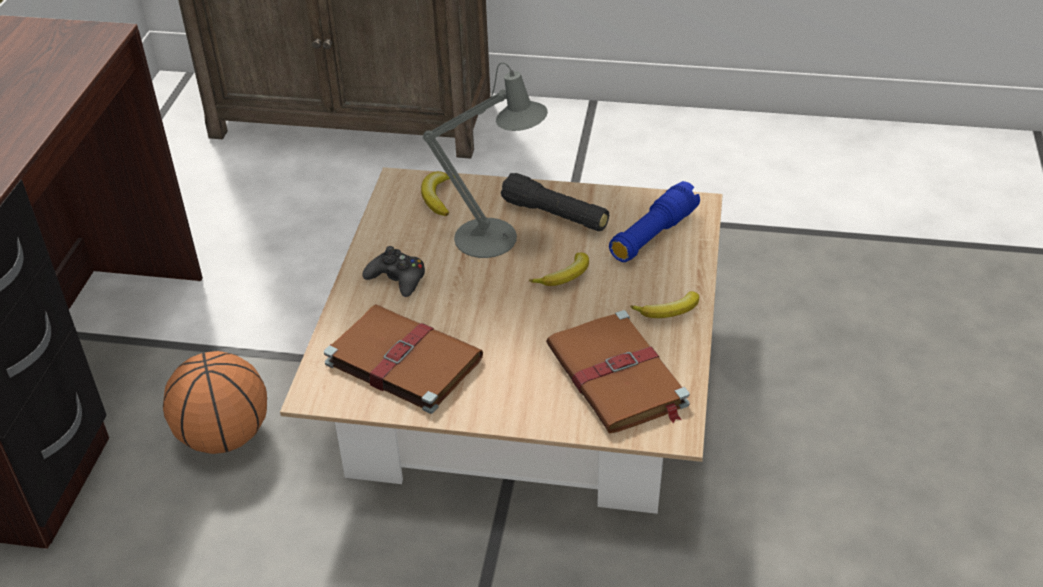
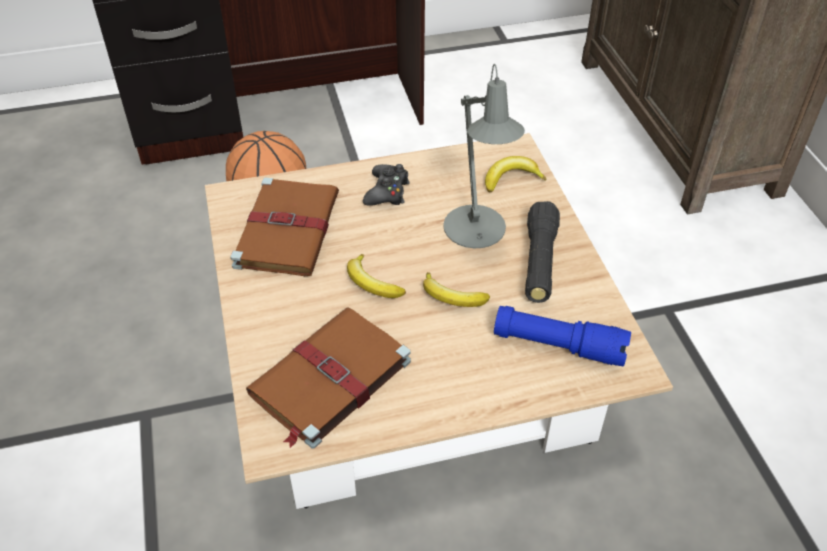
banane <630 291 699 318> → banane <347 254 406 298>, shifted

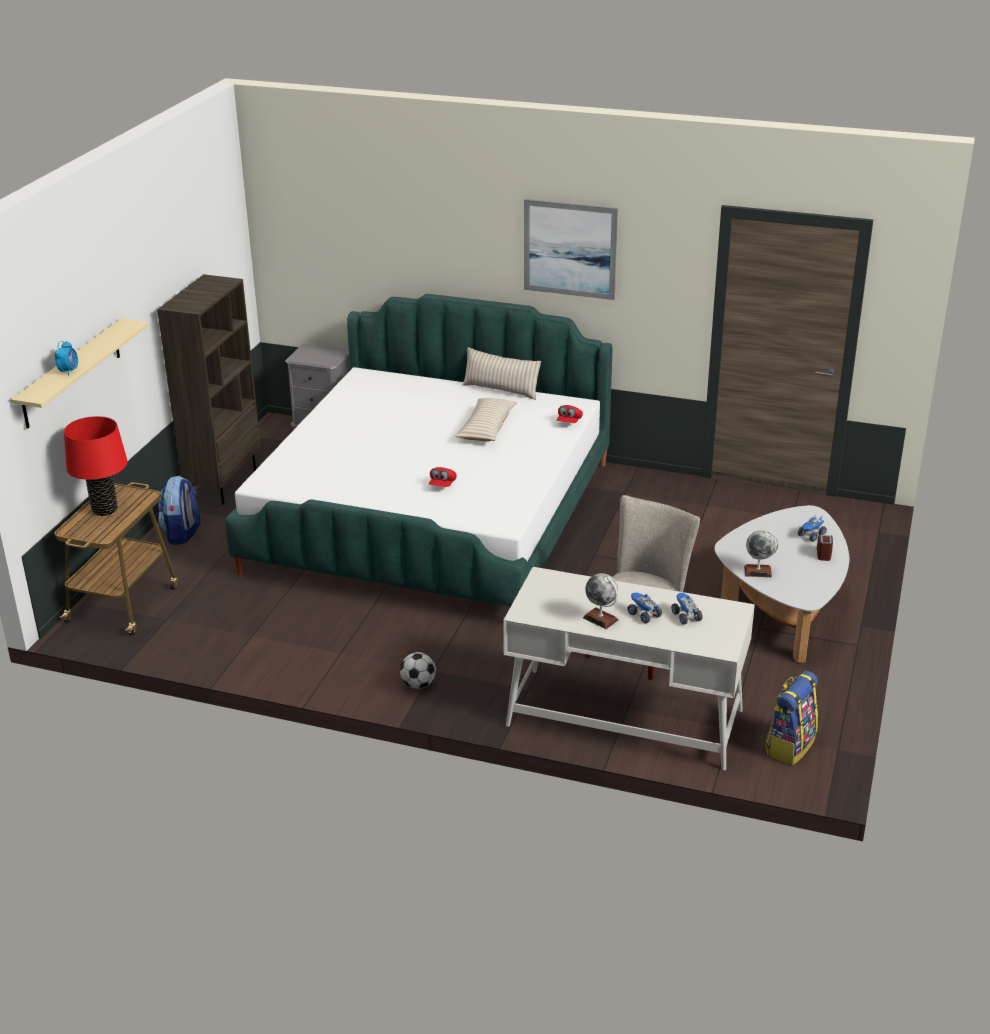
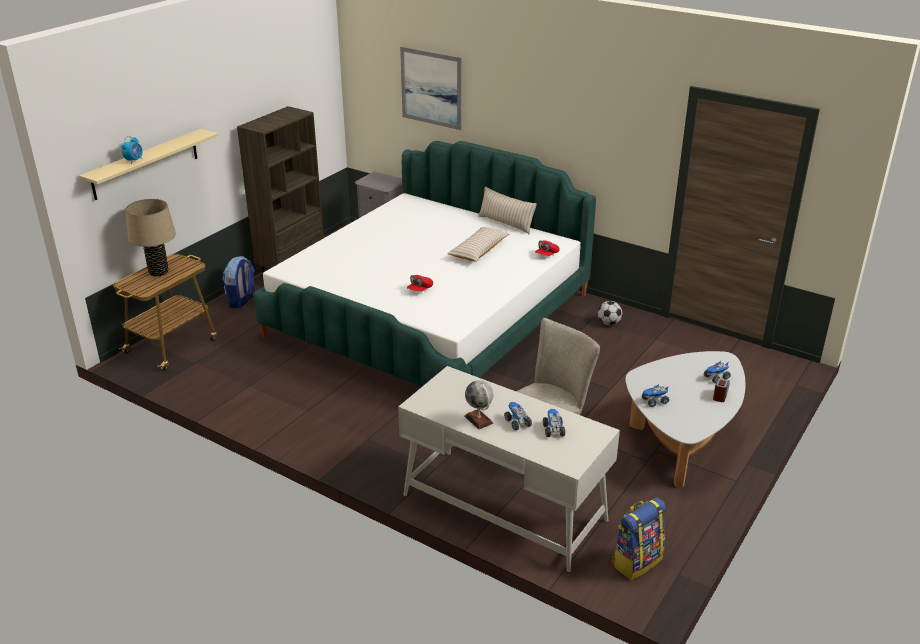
lampe de table [rouge] <64 416 128 516> → lampe de table [beige] <126 199 176 276>
ballon de foot <400 652 436 689> → ballon de foot <598 301 622 325>, shifted
tableau <524 199 618 300> → tableau <400 46 462 130>, shifted
globe <744 530 778 577> → camion jouet <642 384 669 407>

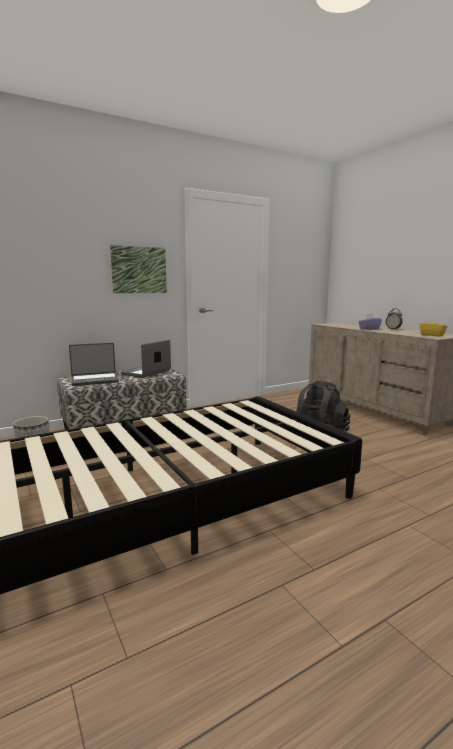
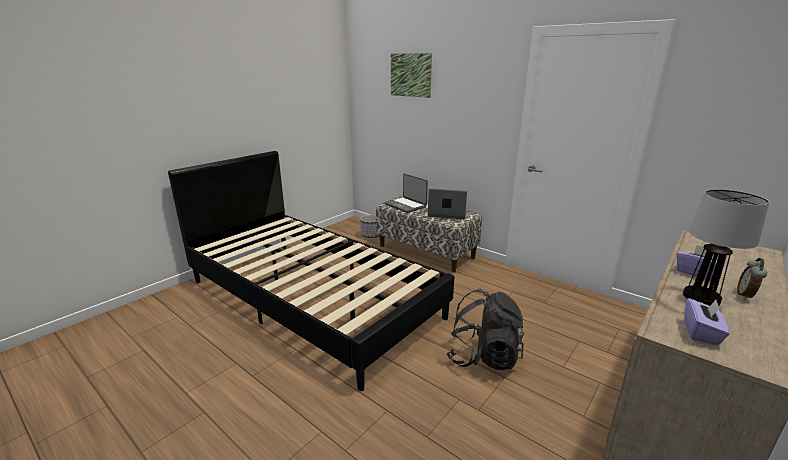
tableau <110 245 167 293> → tableau <391 53 432 98>, shifted
boîte à mouchoirs [jaune] <420 317 447 336> → boîte à mouchoirs [violet] <684 298 730 345>
- → lampe de table <683 189 769 306>

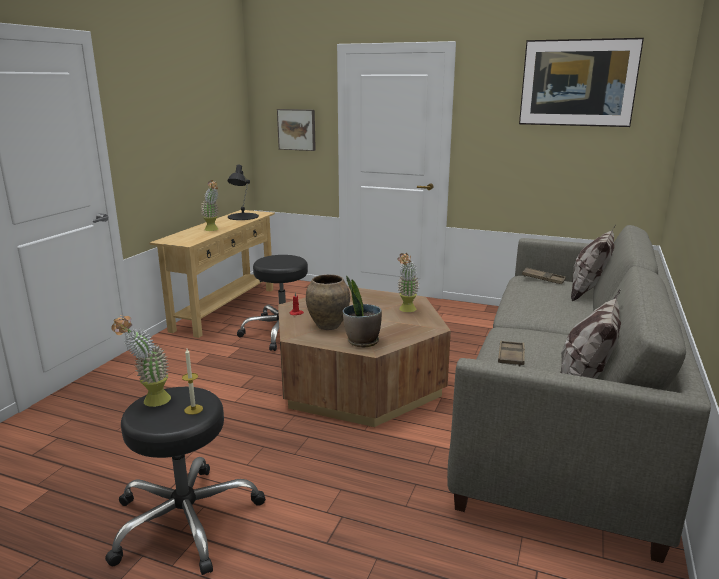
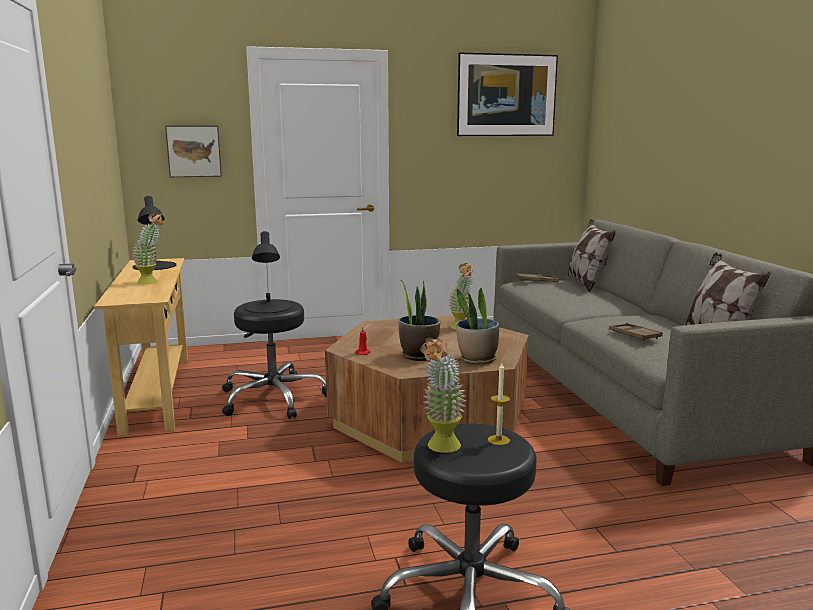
vase [marron] <306 274 350 330> → plante en pot <398 279 440 361>
- → lampe de table [noir] <246 231 292 314>

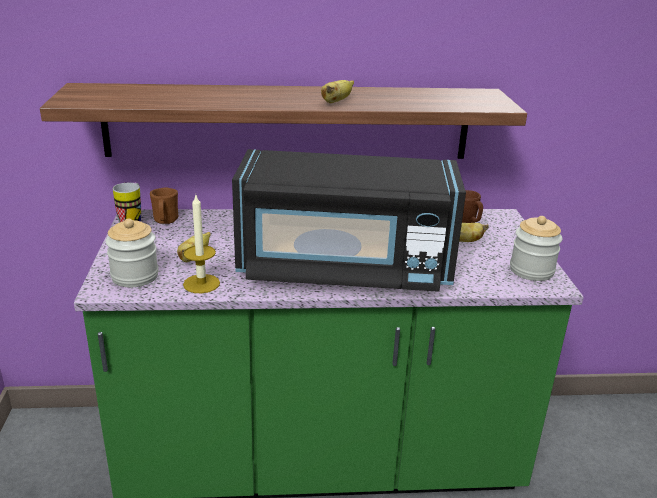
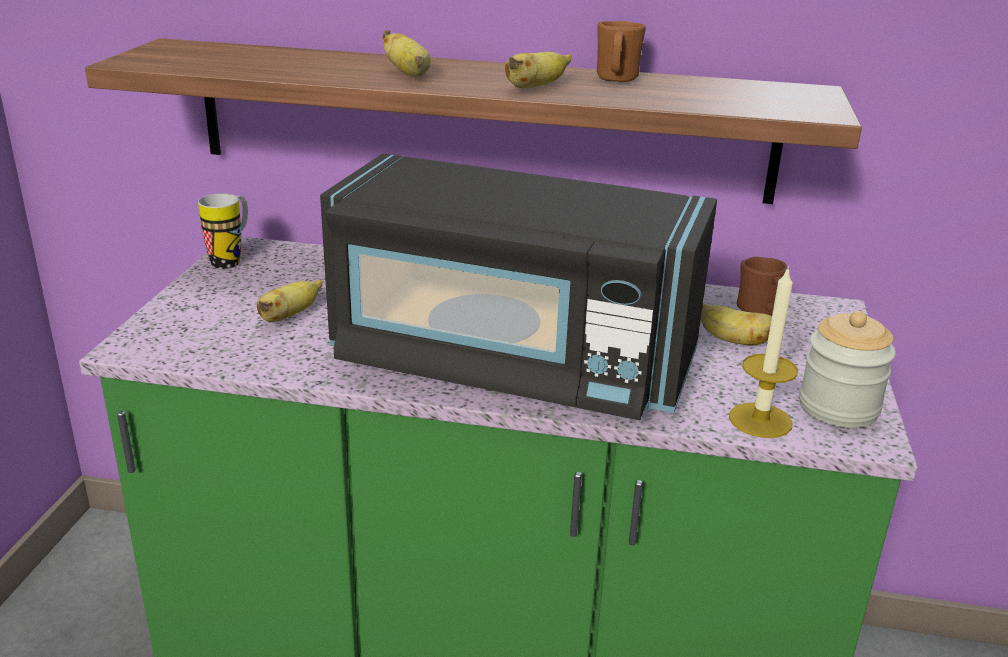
bocal <106 219 159 287> → -
mug [marron] <150 187 178 224> → mug [marron] <597 21 646 82>, shifted
bougie <183 195 220 293> → bougie <729 266 798 438>, shifted
- → banane <382 30 431 77>

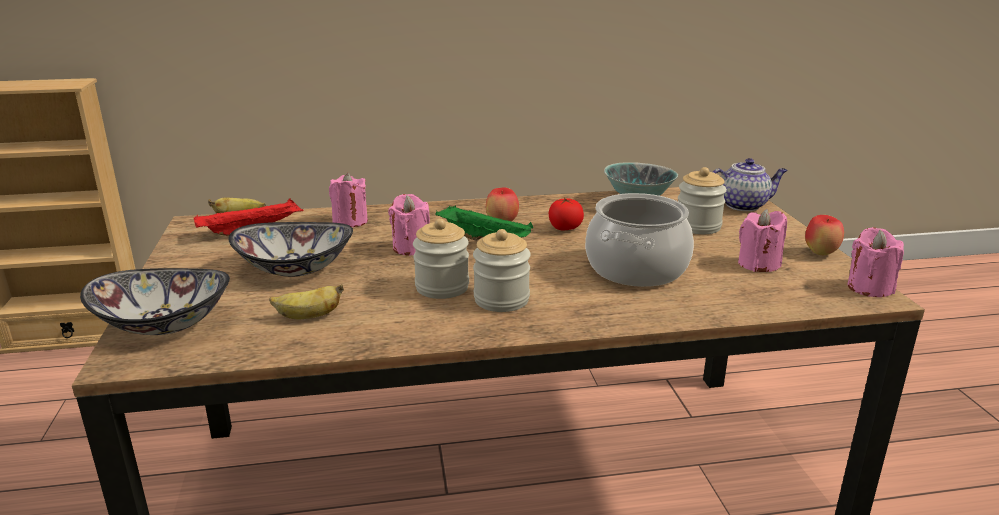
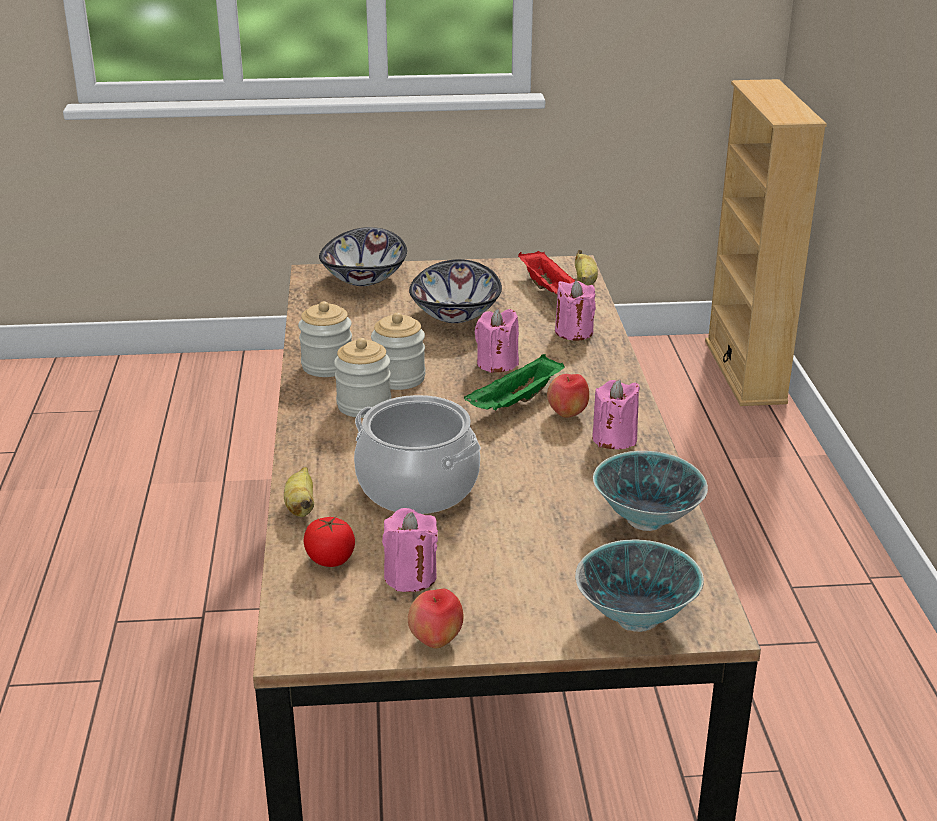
banane <269 284 344 319> → banane <284 467 314 517>, shifted
tomate <549 198 584 230> → tomate <303 517 355 567>, shifted
bocal <678 167 727 234> → bocal <298 301 352 377>, shifted
théière <713 158 788 211> → bol <575 539 704 632>
bougie [rose] <847 227 904 297> → bougie [rose] <592 379 640 449>, shifted

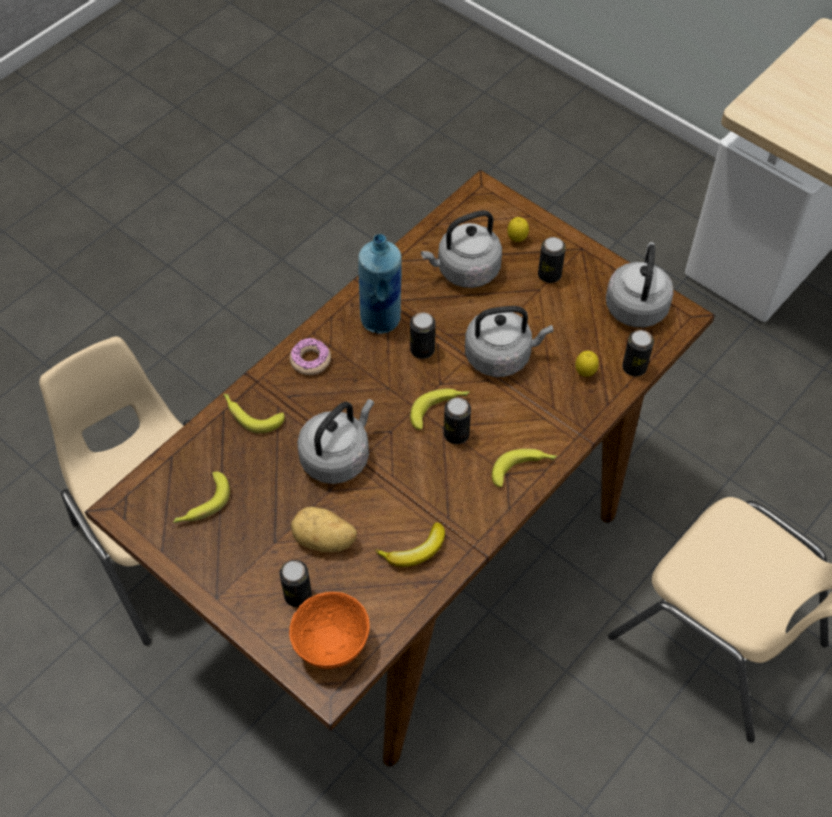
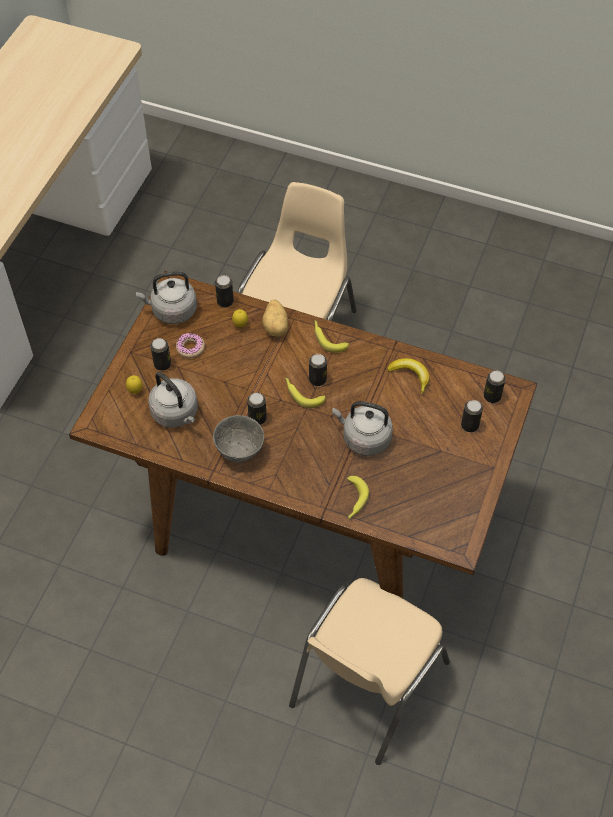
banane <173 472 230 523> → -
bol [orange] <289 592 370 669> → boîte métallique <484 371 506 403>
beignet <290 338 331 375> → beignet <176 333 205 358>, shifted
pomme de terre <291 507 357 552> → pomme de terre <262 299 288 336>, shifted
bouteille [bleu] <358 234 402 334> → bol [gris] <213 415 264 463>
bouilloire [gris] <465 306 554 377> → -

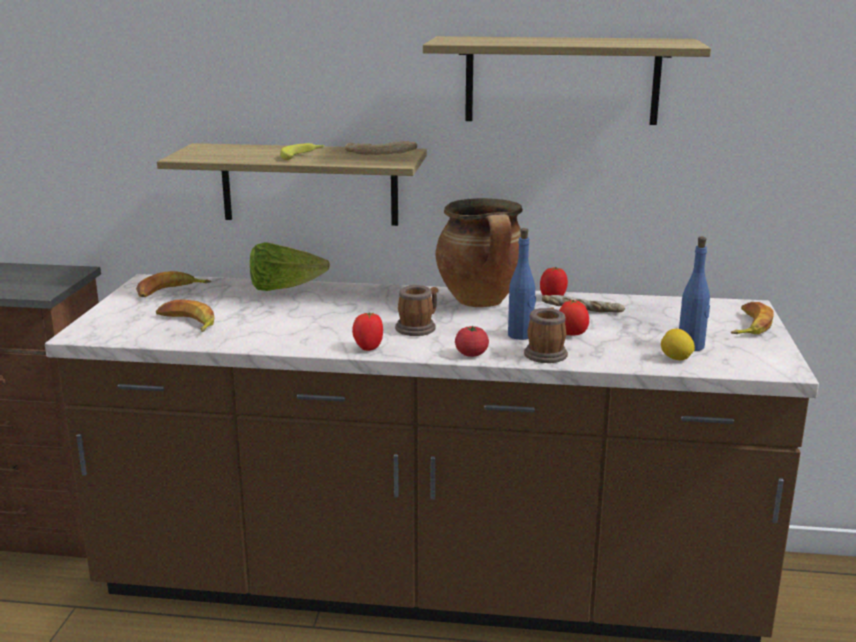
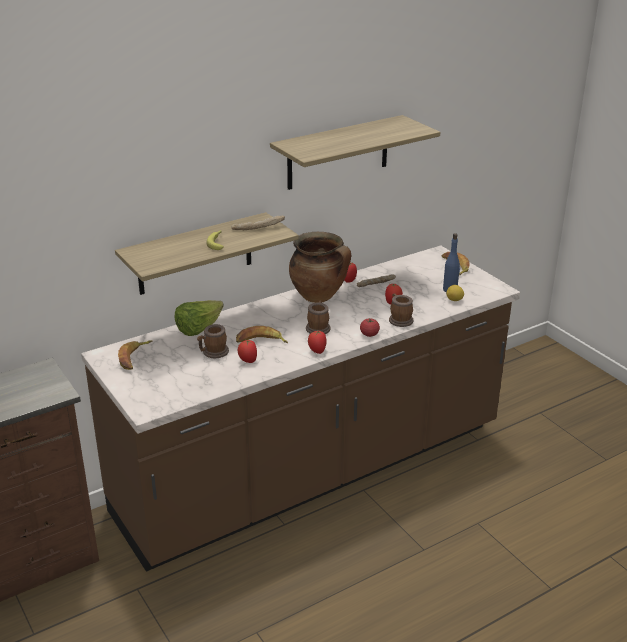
banane <156 300 215 332> → banane <236 326 288 343>, shifted
bouteille [bleu] <508 228 536 340> → -
- → mug <197 324 229 358>
- → tomate <238 340 257 363>

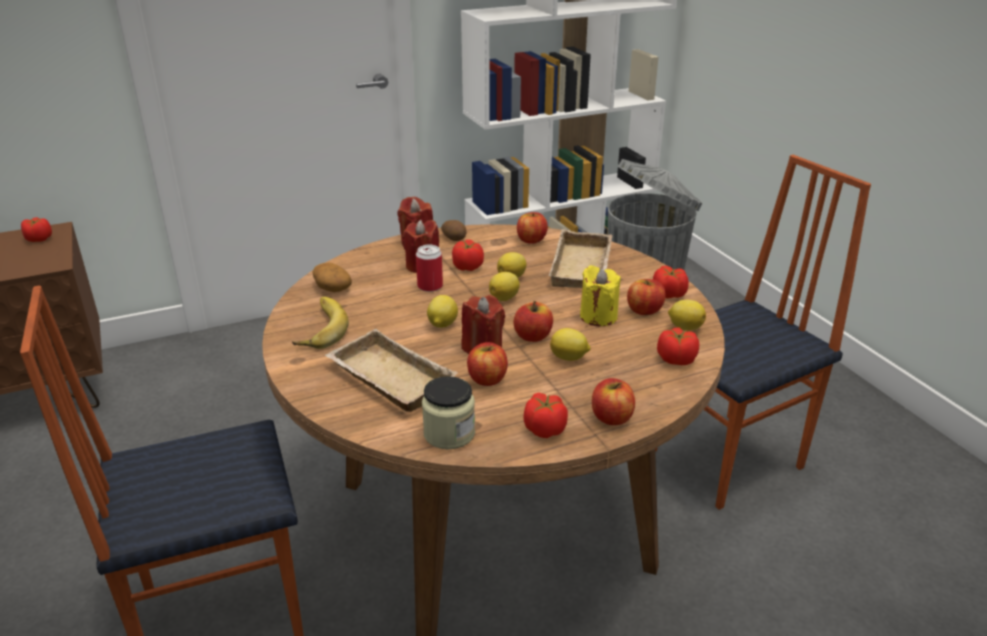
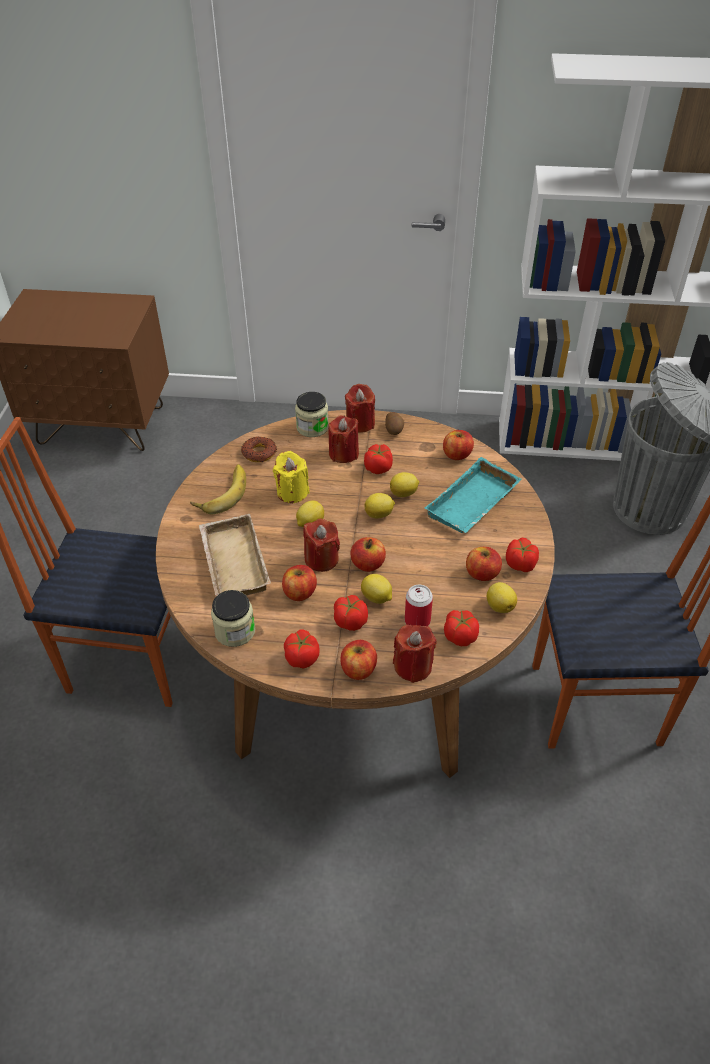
tomate <21 217 52 242> → tomate <334 595 368 631>, shifted
pomme de terre <312 263 352 292> → beignet <241 436 277 462>
boîte métallique <416 245 443 292> → boîte métallique <405 585 433 626>, shifted
plateau [beige] <549 229 612 288> → plateau [turquoise] <424 457 521 533>
bougie [jaune] <580 265 621 326> → bougie [jaune] <273 451 310 503>, shifted
- → bocal <295 392 329 437>
- → bougie [rouge] <393 624 437 683>

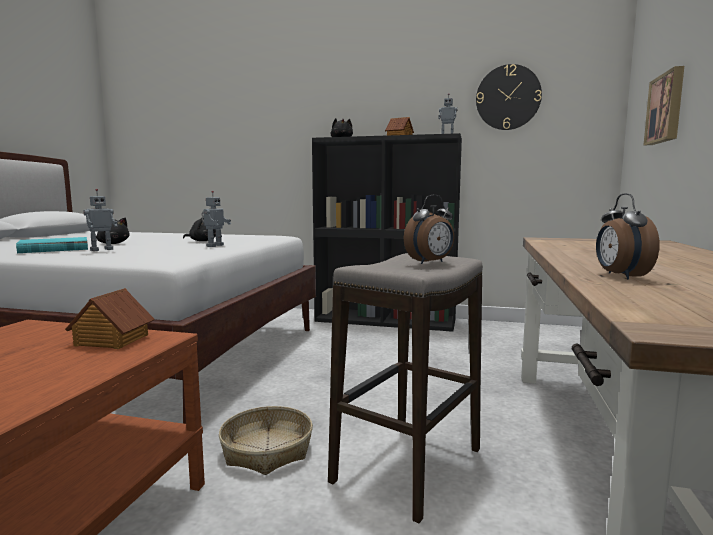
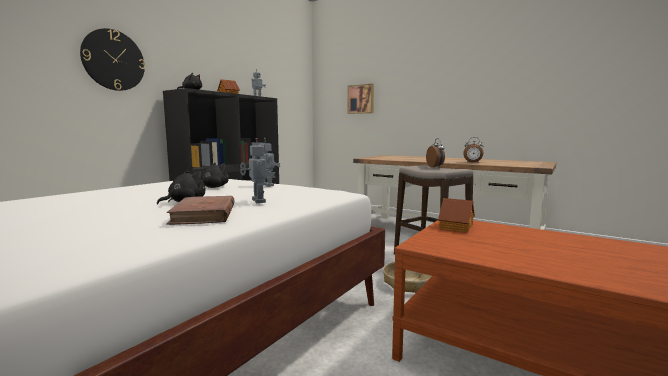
livre [turquoise] <16 237 88 253> → livre [marron] <166 196 235 225>
horloge murale <476 64 542 130> → horloge murale <80 28 145 91>, shifted

